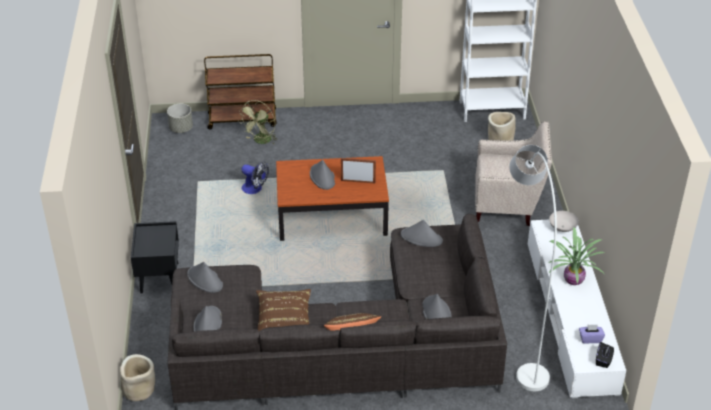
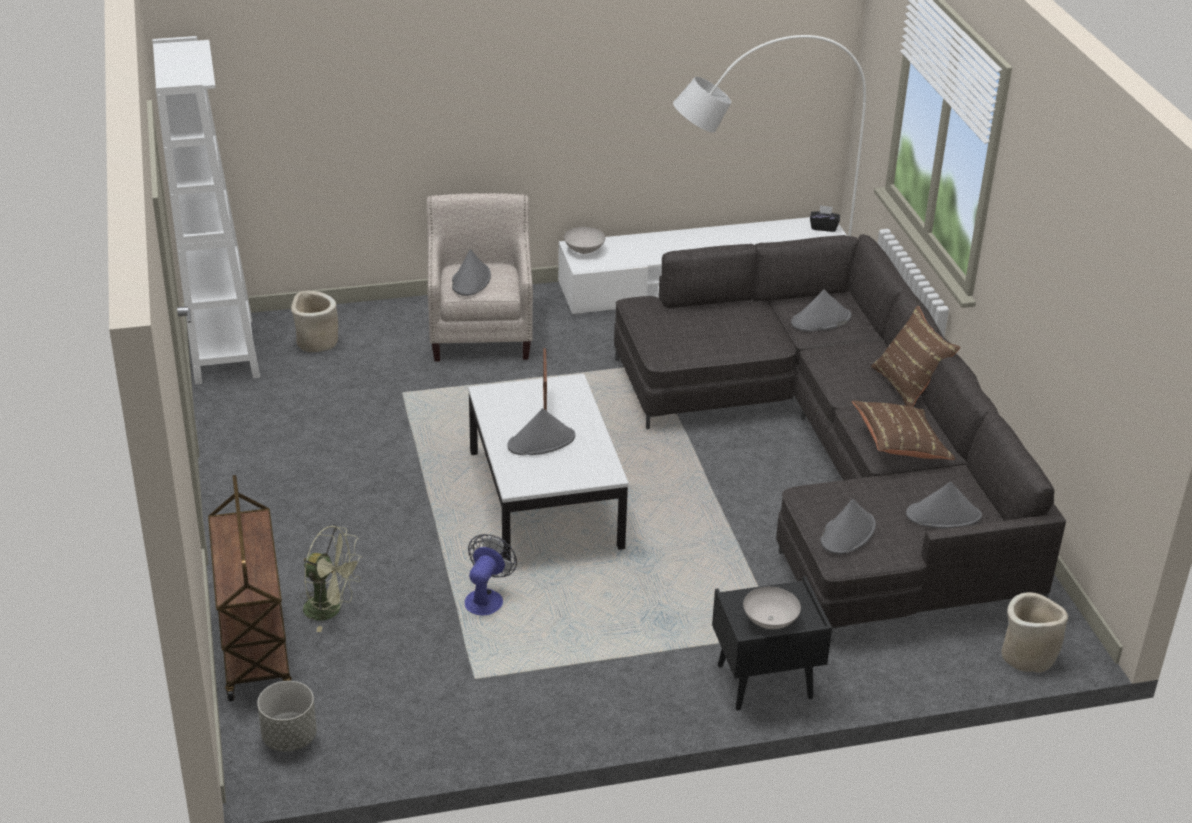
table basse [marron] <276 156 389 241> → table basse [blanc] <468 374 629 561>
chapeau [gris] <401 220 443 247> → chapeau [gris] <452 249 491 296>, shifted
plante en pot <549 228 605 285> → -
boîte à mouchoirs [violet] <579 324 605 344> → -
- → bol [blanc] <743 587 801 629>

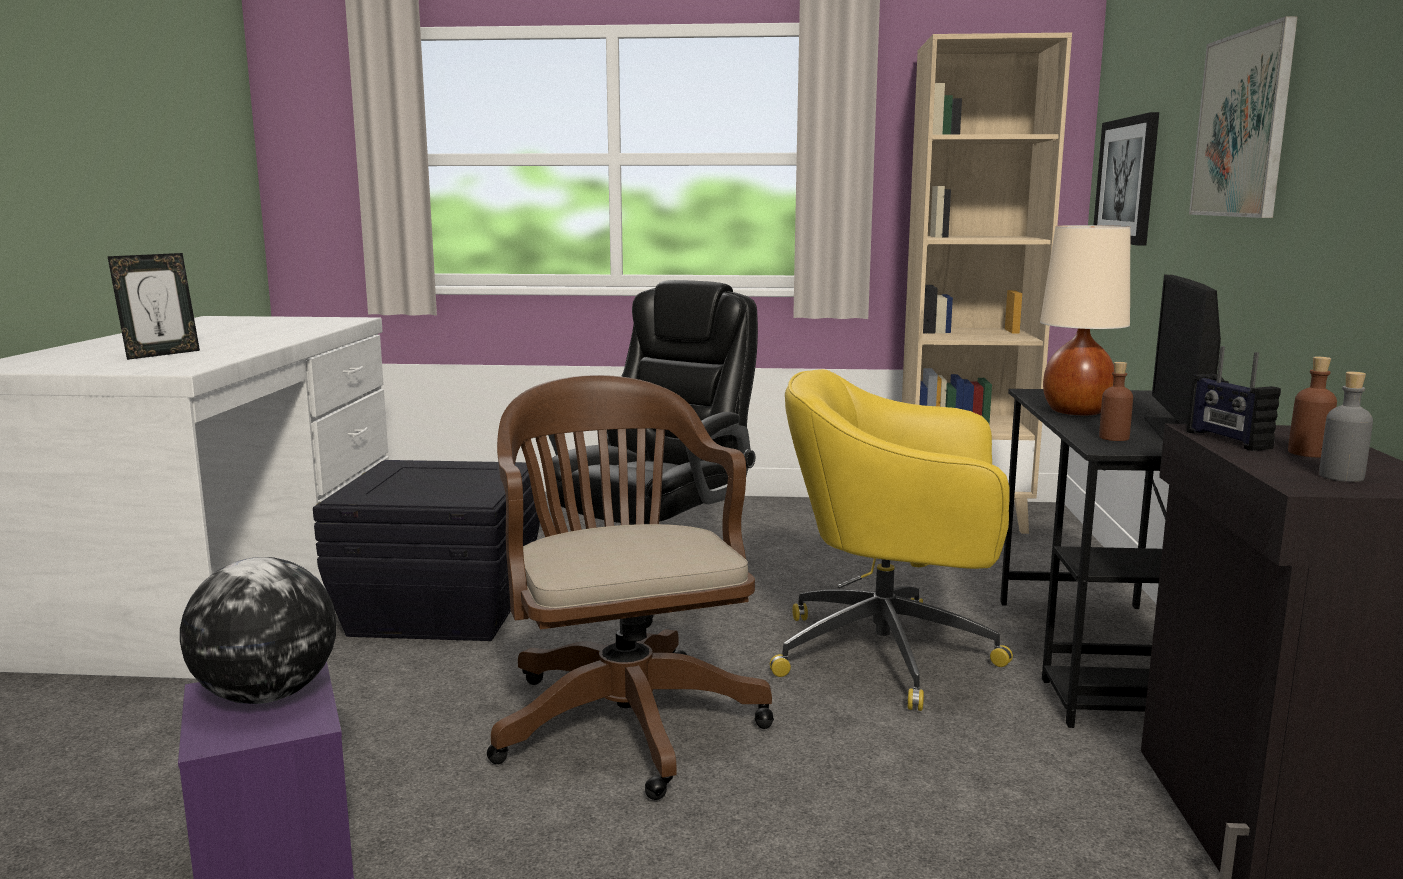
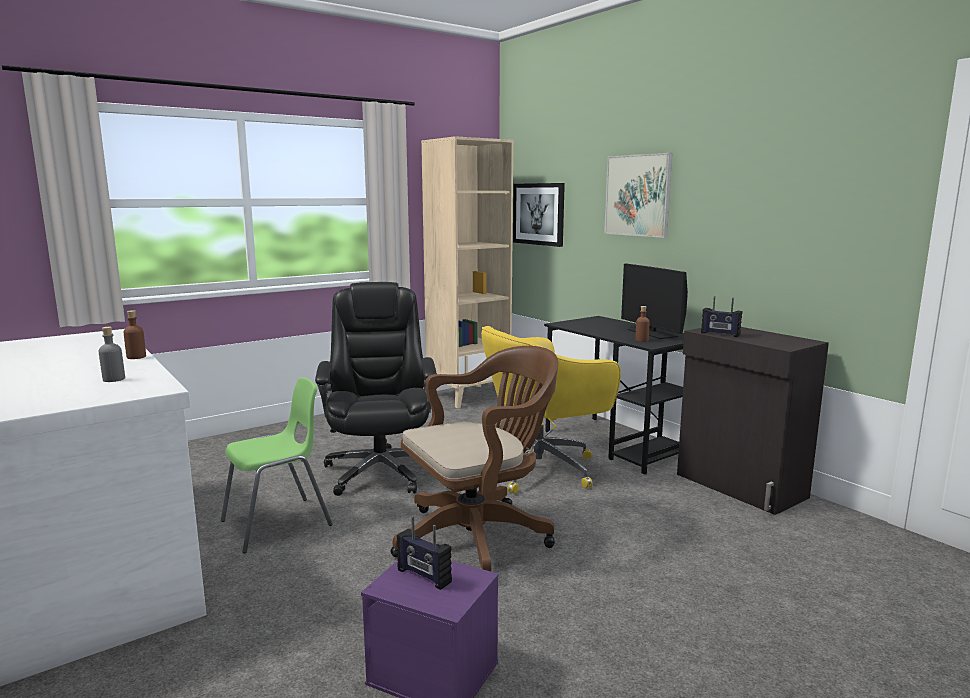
cadre photo <107 253 200 360> → -
globe <180 557 336 704> → radio <397 516 452 590>
boîte de rangement [noir] <313 460 540 641> → chaise [vert] <221 377 333 553>
chaise de bureau [marron] <487 375 774 800> → chaise de bureau [marron] <391 346 558 572>, 120 degrees clockwise
lampe de table [beige] <1040 225 1130 415> → -
bouteille [marron] <1288 357 1337 457> → bouteille [marron] <124 310 146 359>, shifted
bouteille [gris] <1319 372 1373 482> → bouteille [gris] <99 327 125 382>, shifted

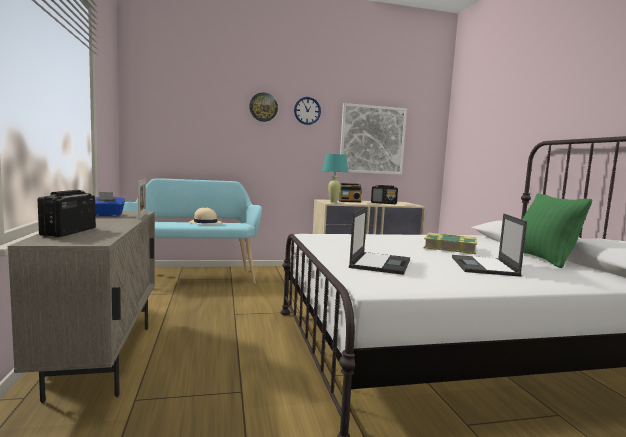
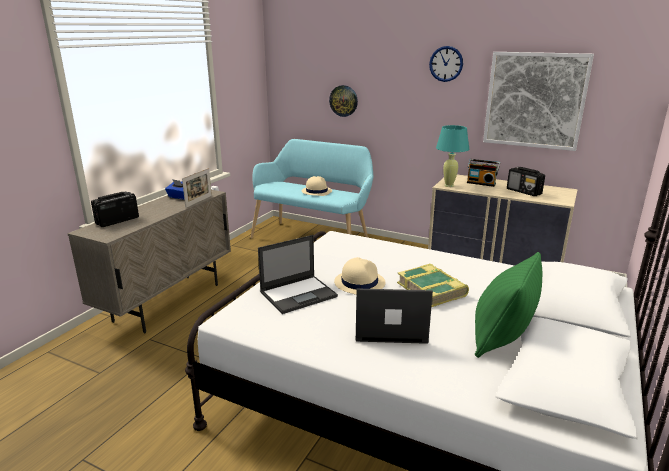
horloge murale <249 92 278 122> → horloge murale <329 85 358 117>, shifted
ordinateur portable <452 213 527 277> → ordinateur portable <356 288 433 344>, 45 degrees clockwise
- → chapeau [beige] <334 257 386 295>

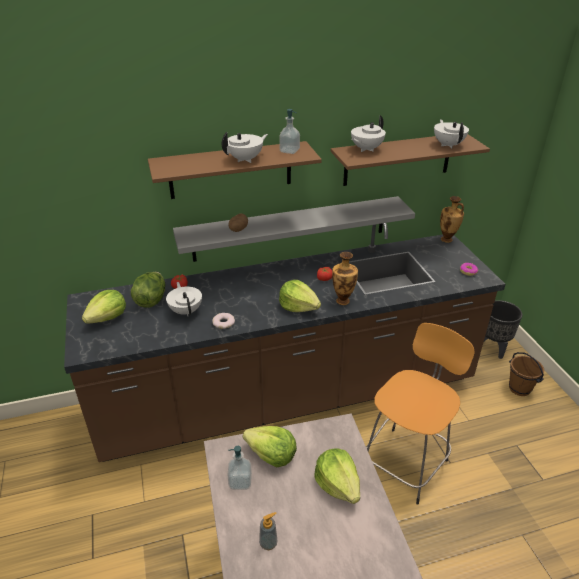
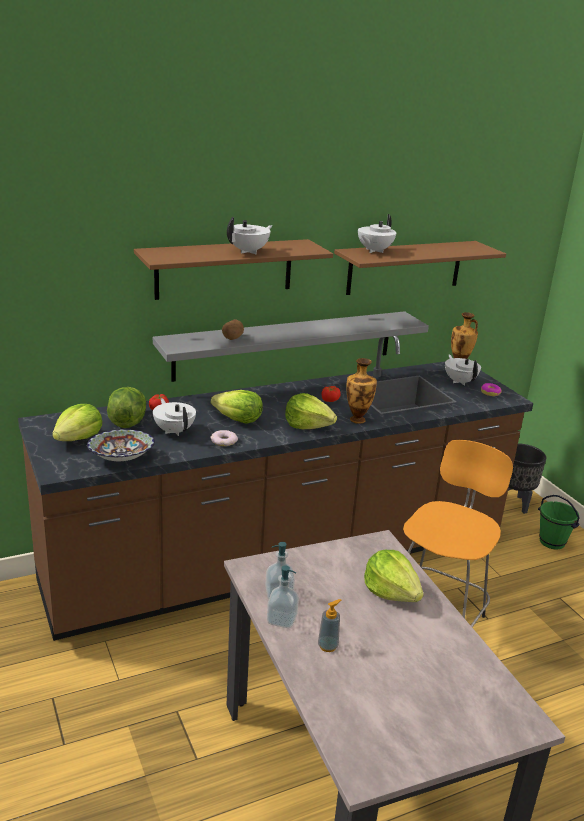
laitue <243 426 297 467> → laitue <211 390 263 424>, shifted
distributeur de savon <279 109 300 154> → distributeur de savon <267 565 299 628>, shifted
théière [blanc] <434 119 469 148> → théière [blanc] <445 355 481 386>, shifted
seau [marron] <509 352 544 396> → seau [vert] <538 495 580 550>
- → bol <87 429 155 461>

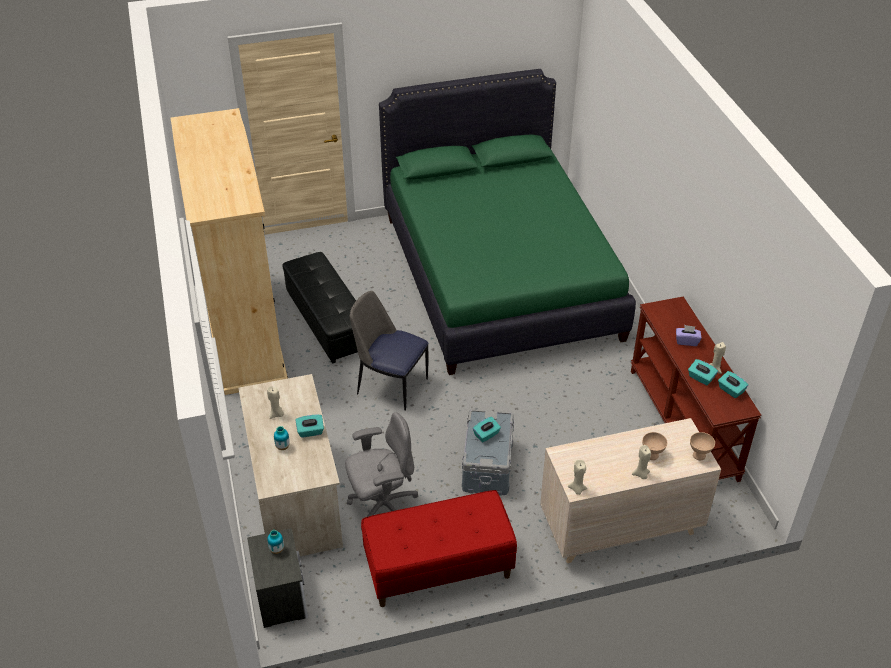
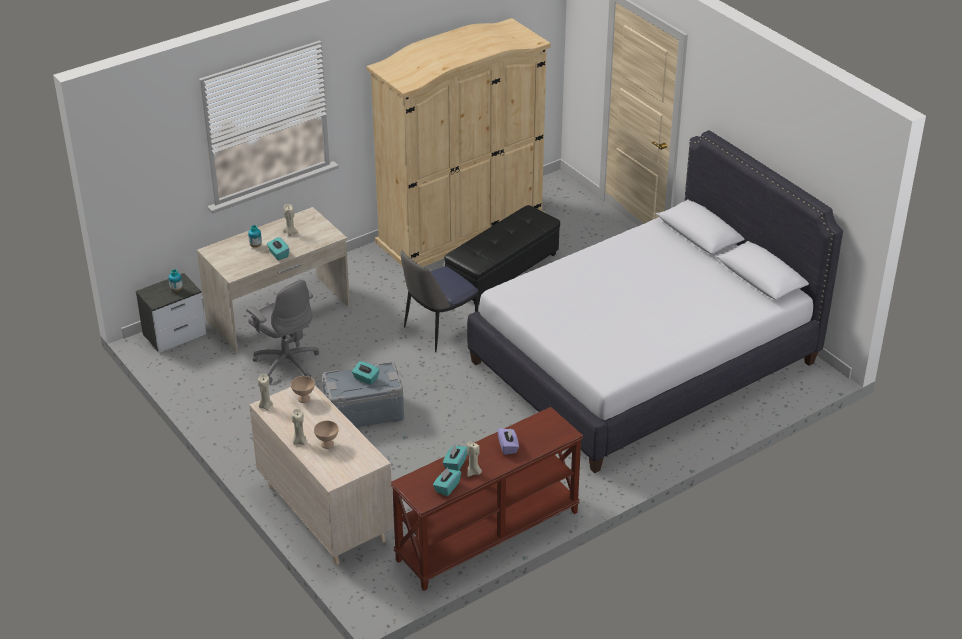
chaise <350 291 429 411> → chaise <400 250 478 352>, 135 degrees counterclockwise
banc [rouge] <361 490 517 607> → -
lit [vert] <379 69 636 375> → lit [blanc] <467 130 843 473>
bol [beige] <690 432 715 460> → bol [beige] <291 376 315 403>, shifted

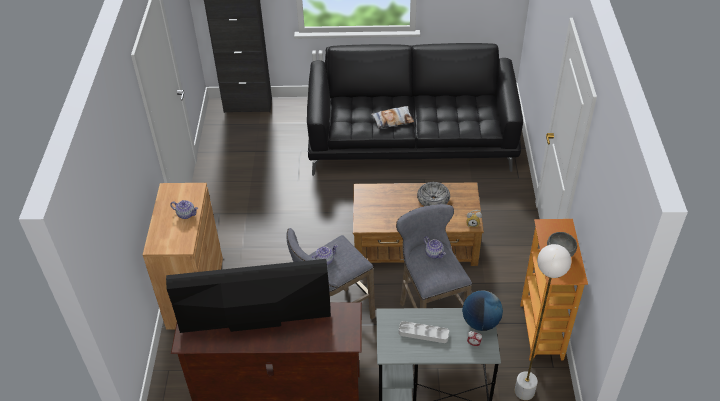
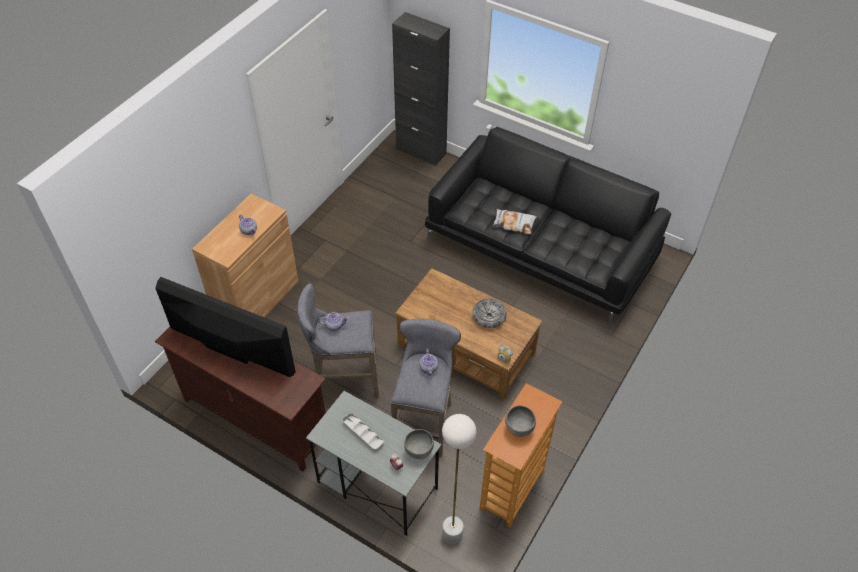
globe <462 290 503 331> → bol [gris] <404 429 434 459>

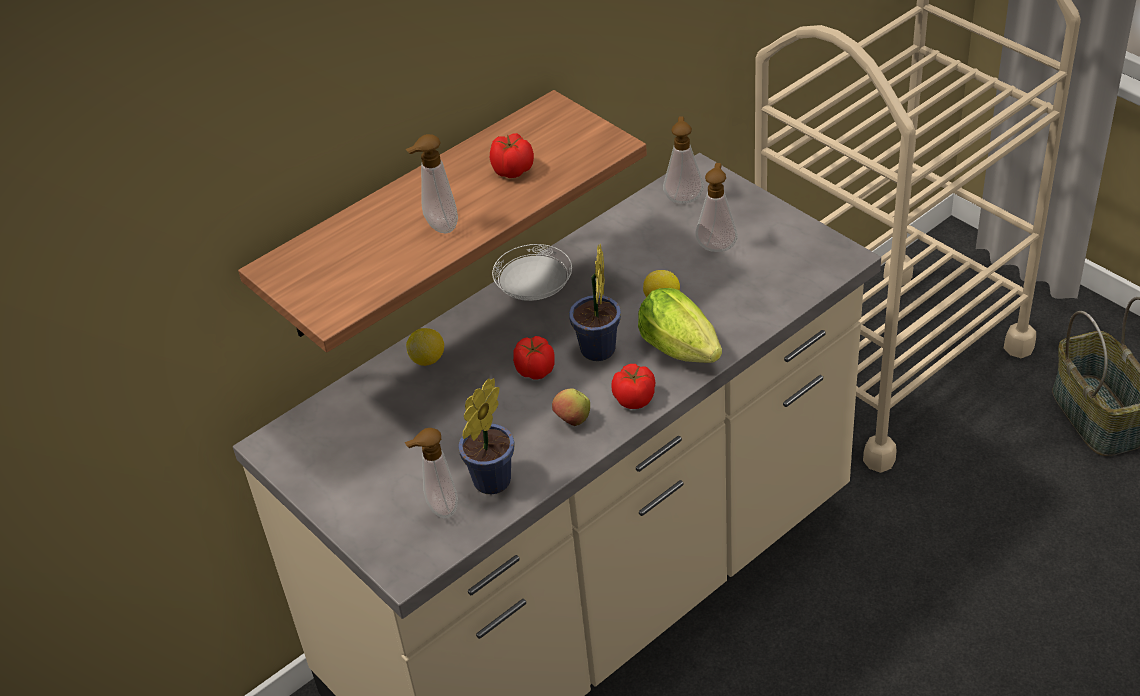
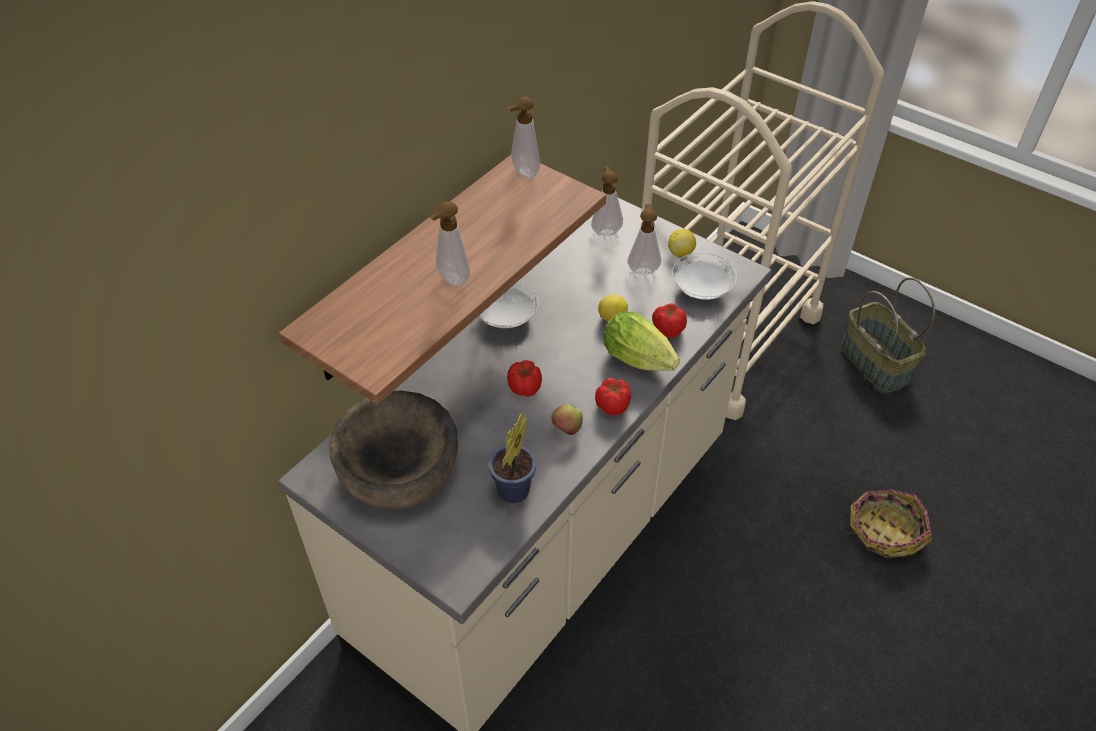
distributeur de savon <405 428 458 518> → distributeur de savon <507 97 540 178>, shifted
citron <406 328 444 366> → citron <668 229 696 257>, shifted
tomate <490 133 534 178> → tomate <652 304 687 338>, shifted
plante en pot <569 244 621 361> → -
- → bol [marron] <329 391 458 509>
- → assiette [blanc] <672 253 737 300>
- → panier <840 490 932 558>

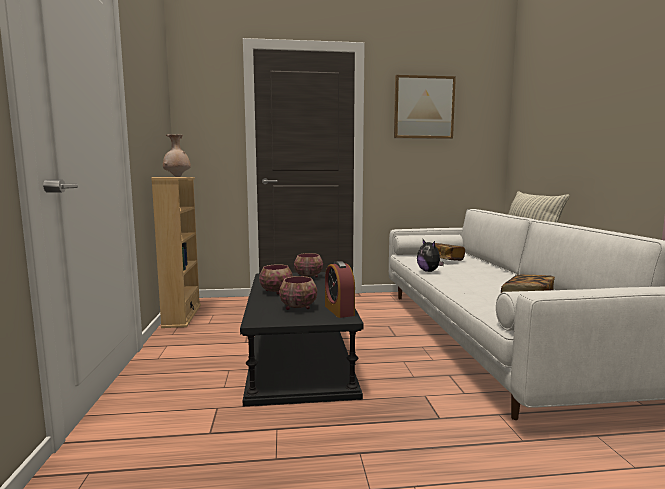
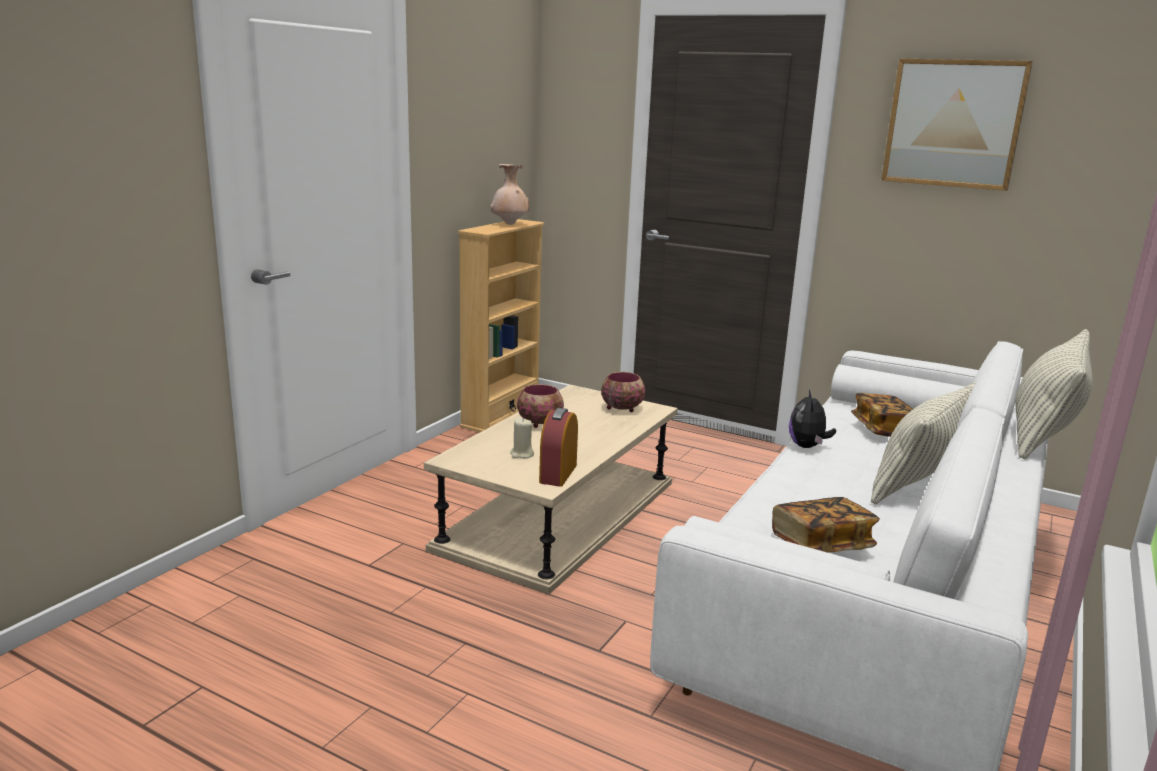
table basse [noir] <240 272 364 407> → table basse [beige] <424 385 678 594>
bol <279 276 317 310> → bougie [beige] <510 418 534 458>
- → coussin <871 381 977 504>

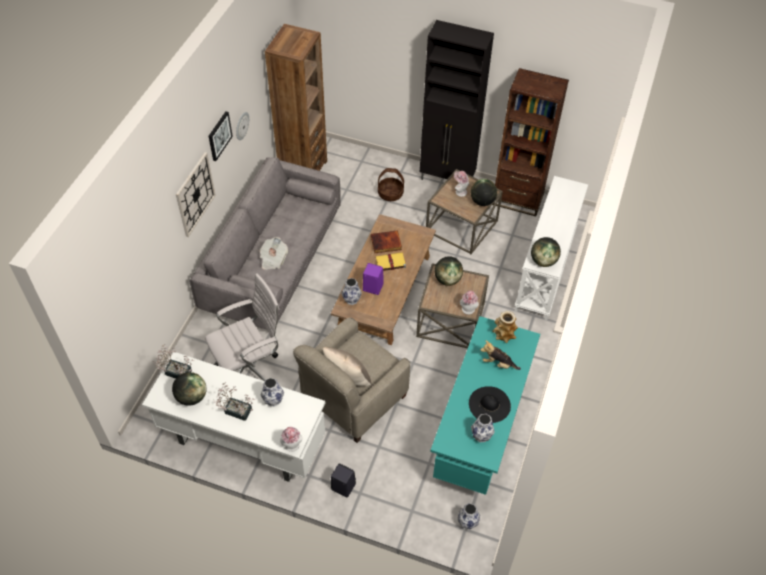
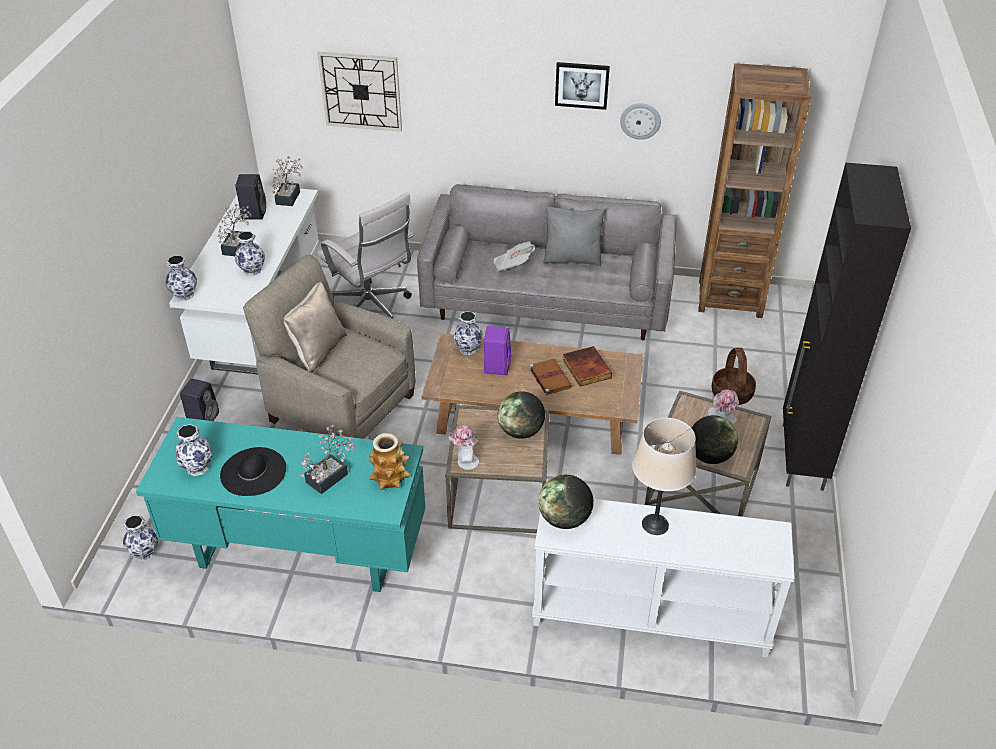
globe <172 372 207 406> → enceinte [noir] <235 174 266 219>
horloge murale <176 152 216 237> → horloge murale <318 52 402 132>, shifted
chapeau <280 427 302 452> → vase <165 255 197 301>
livre [jaune] <376 253 406 271> → livre [marron] <529 359 572 395>
peluche <480 340 521 370> → plante en pot <301 425 356 494>
bibliothèque [marron] <493 68 569 216> → -
- → coussin [gris] <543 207 605 266>
- → lampe de table [beige] <632 418 697 535>

